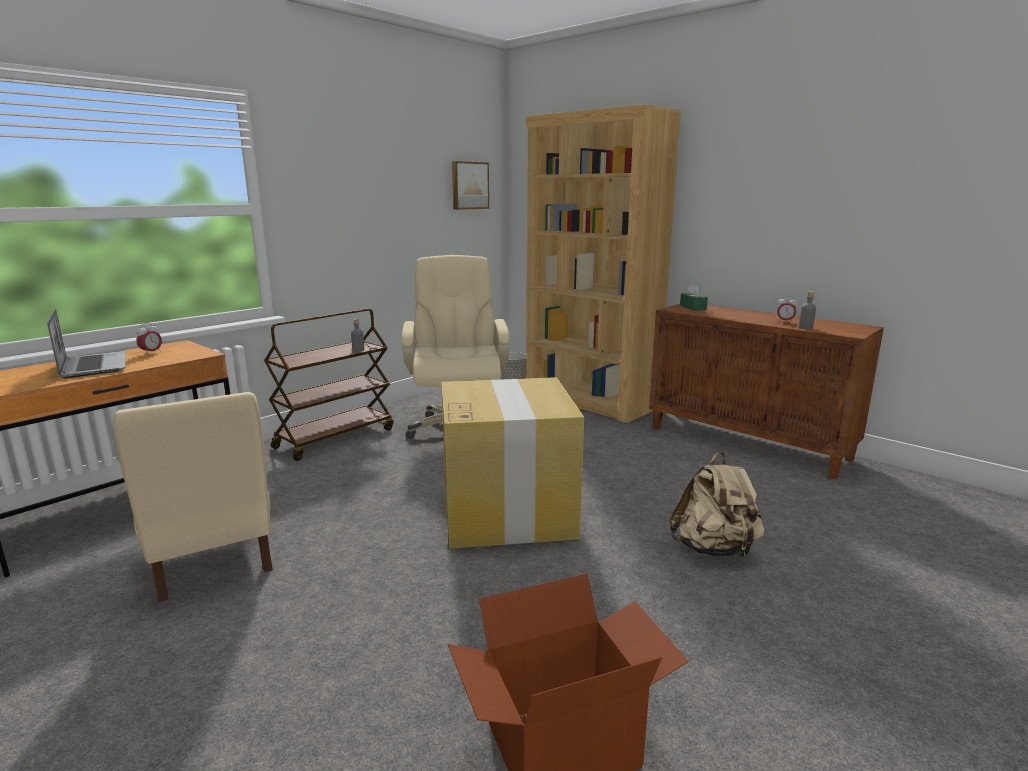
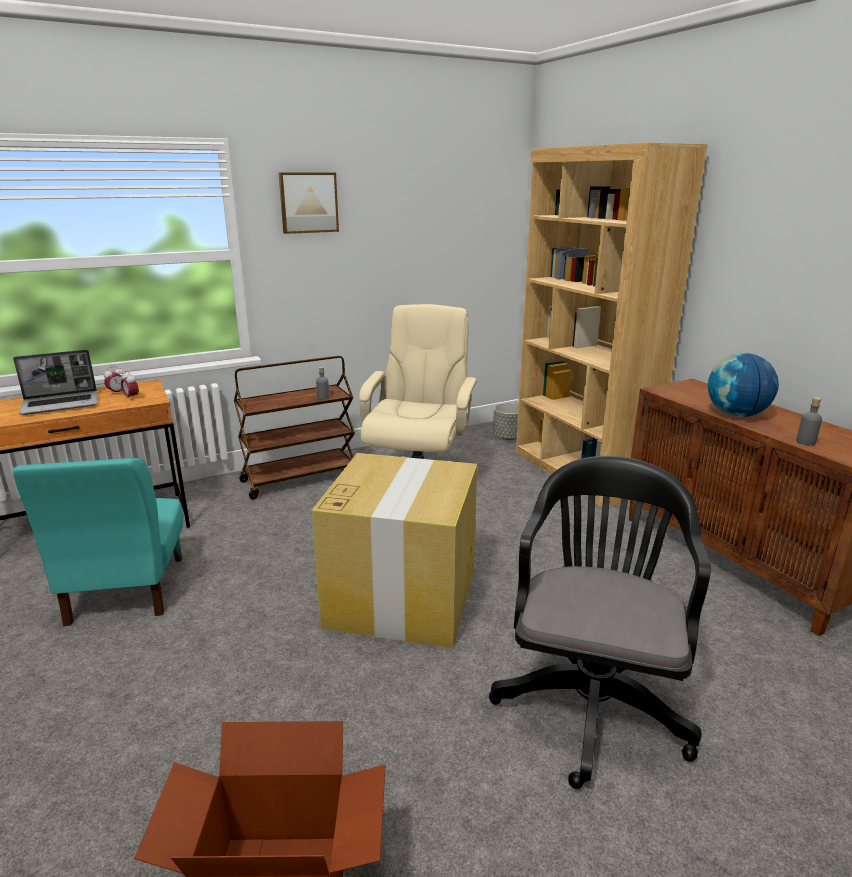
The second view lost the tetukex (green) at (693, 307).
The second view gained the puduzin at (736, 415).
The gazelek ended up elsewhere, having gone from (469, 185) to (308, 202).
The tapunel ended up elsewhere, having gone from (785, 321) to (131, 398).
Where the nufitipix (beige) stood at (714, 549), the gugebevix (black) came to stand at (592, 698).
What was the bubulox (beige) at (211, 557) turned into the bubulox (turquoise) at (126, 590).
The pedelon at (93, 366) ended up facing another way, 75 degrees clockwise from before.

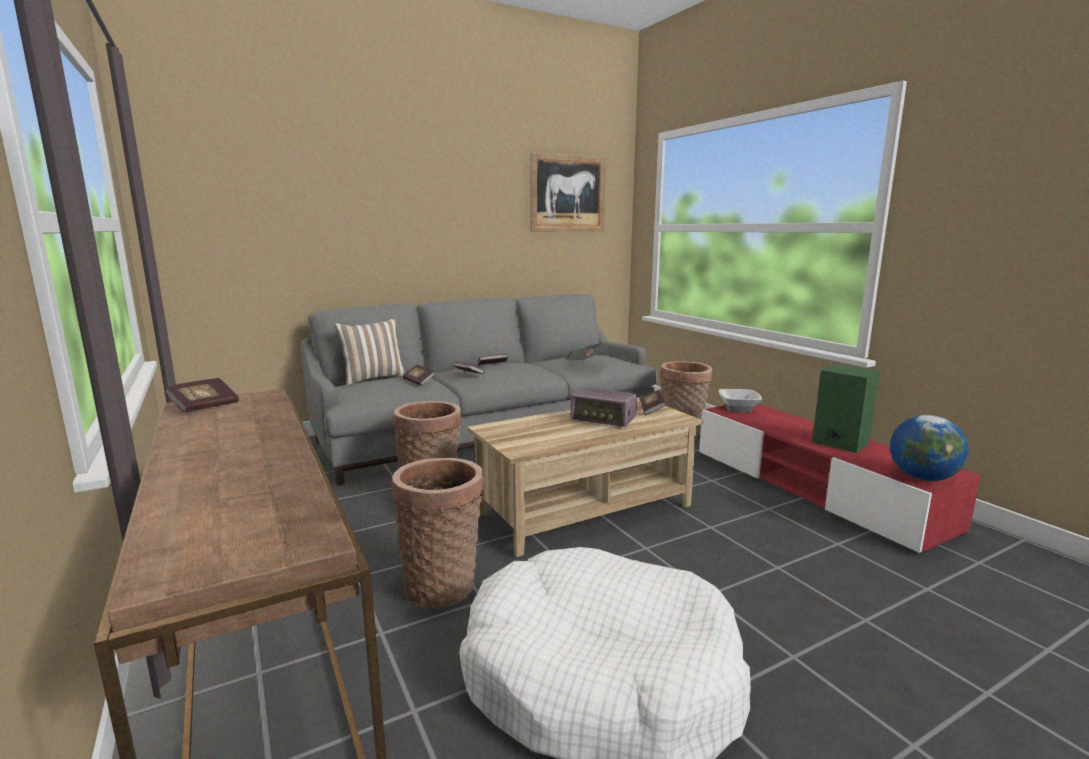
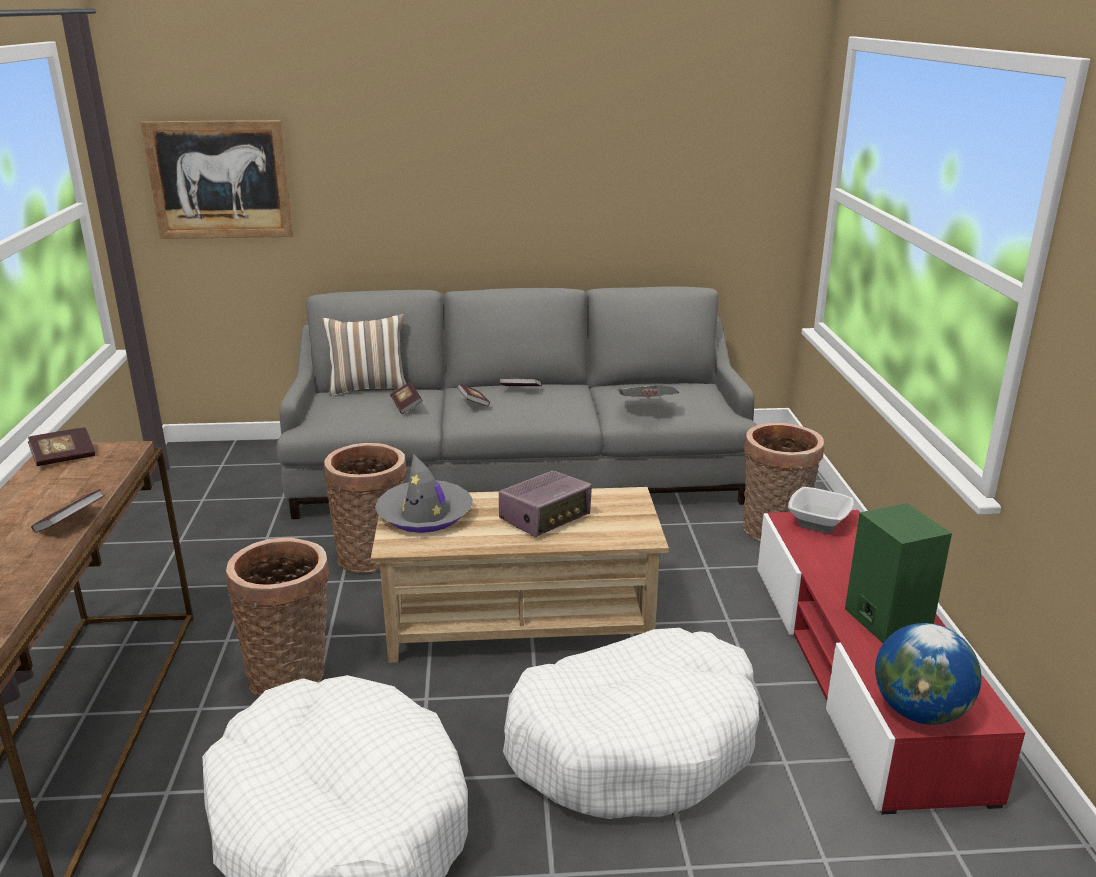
The second view gained the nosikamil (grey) at (425, 515).
The second view gained the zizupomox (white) at (634, 743).
The gazelek ended up elsewhere, having gone from (567, 193) to (220, 180).
The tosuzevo ended up elsewhere, having gone from (651, 410) to (71, 523).
The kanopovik at (604, 419) ended up facing another way, 90 degrees counterclockwise from before.

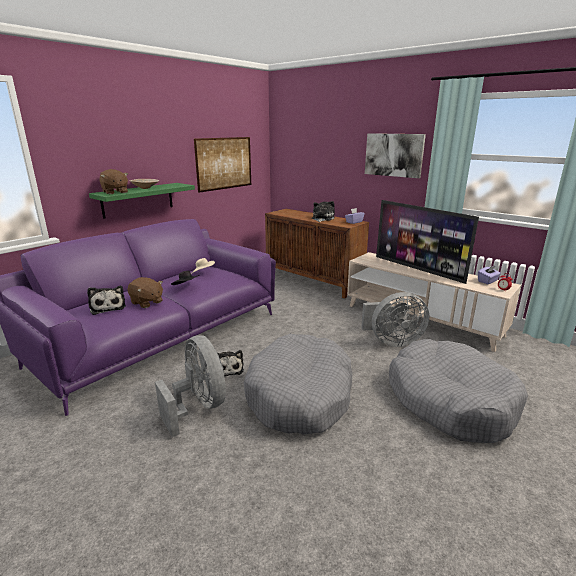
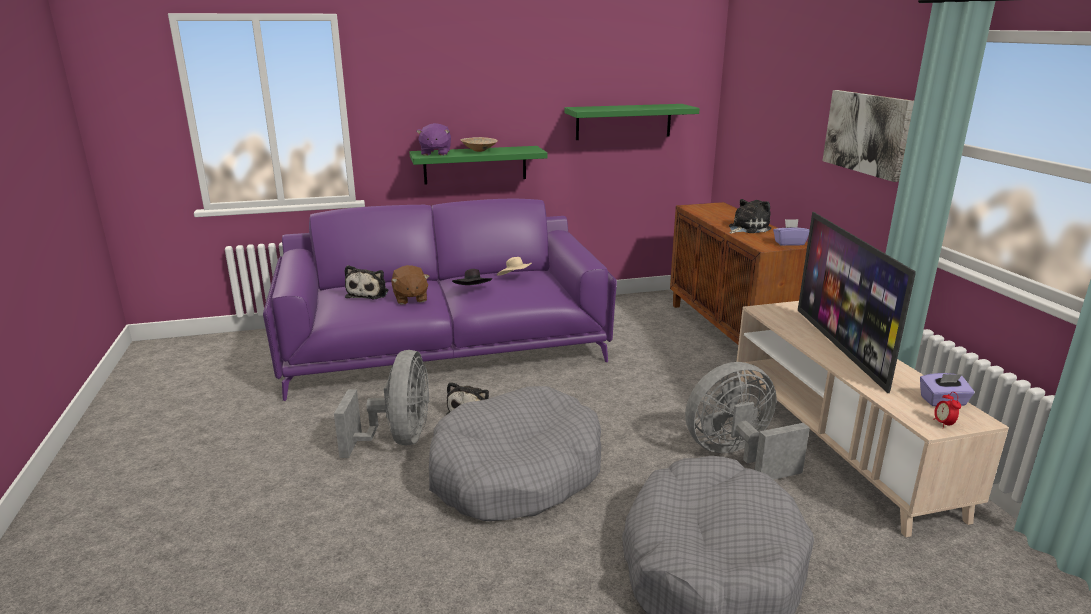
Where the gazelek hung at (224, 163), the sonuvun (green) came to hang at (623, 121).
What was the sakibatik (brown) at (115, 192) turned into the sakibatik (purple) at (435, 153).
The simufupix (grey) at (392, 341) ended up facing another way, 135 degrees clockwise from before.

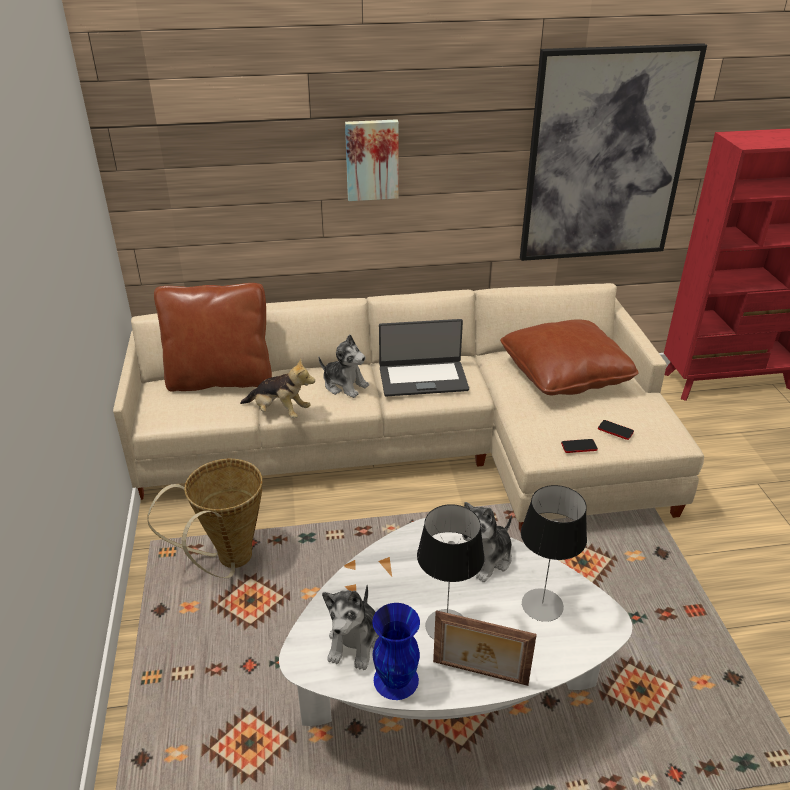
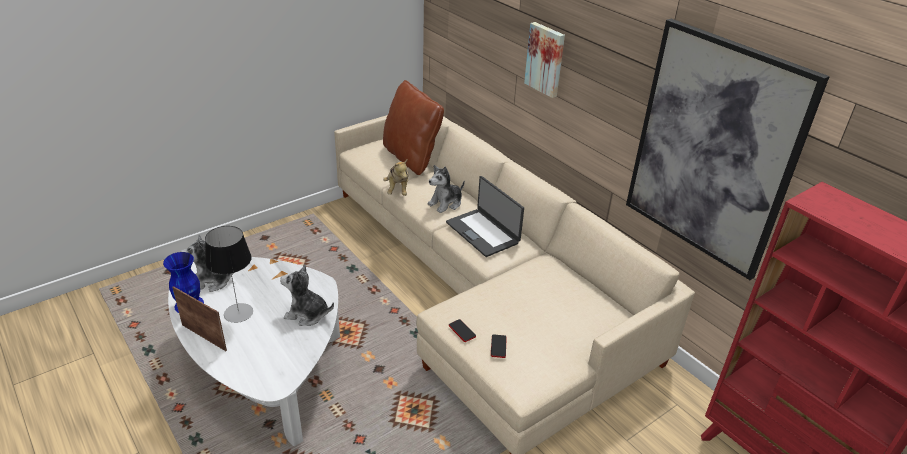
The second view lost the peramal at (228, 562).
The second view lost the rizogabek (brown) at (565, 374).
The second view lost the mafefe at (542, 605).
The sakibatik at (344, 385) ended up facing another way, 45 degrees clockwise from before.
The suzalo at (479, 674) ended up facing another way, 135 degrees clockwise from before.

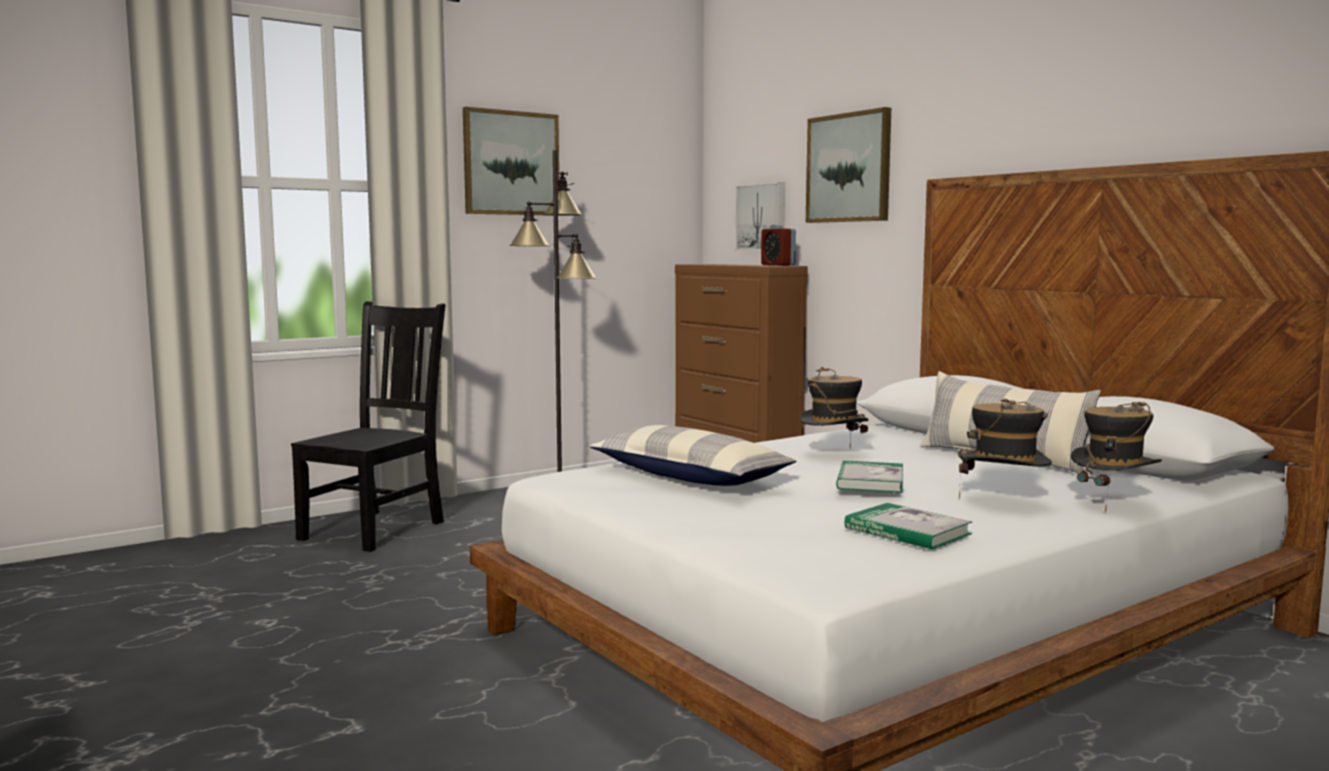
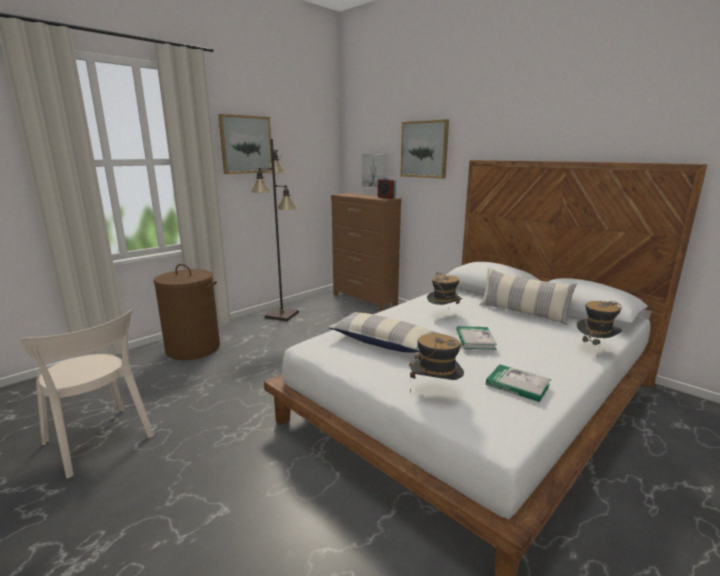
The second view gained the bubulox (beige) at (100, 442).
The nosikamil ended up elsewhere, having gone from (1002, 500) to (435, 392).
Where the bubulox (black) stood at (376, 529), the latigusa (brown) came to stand at (193, 348).

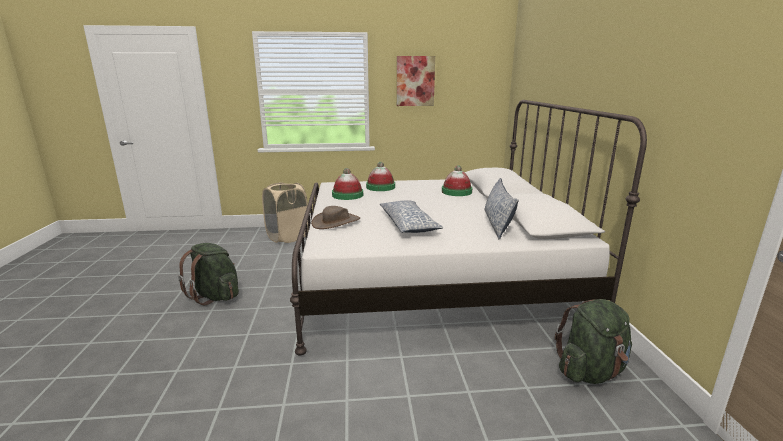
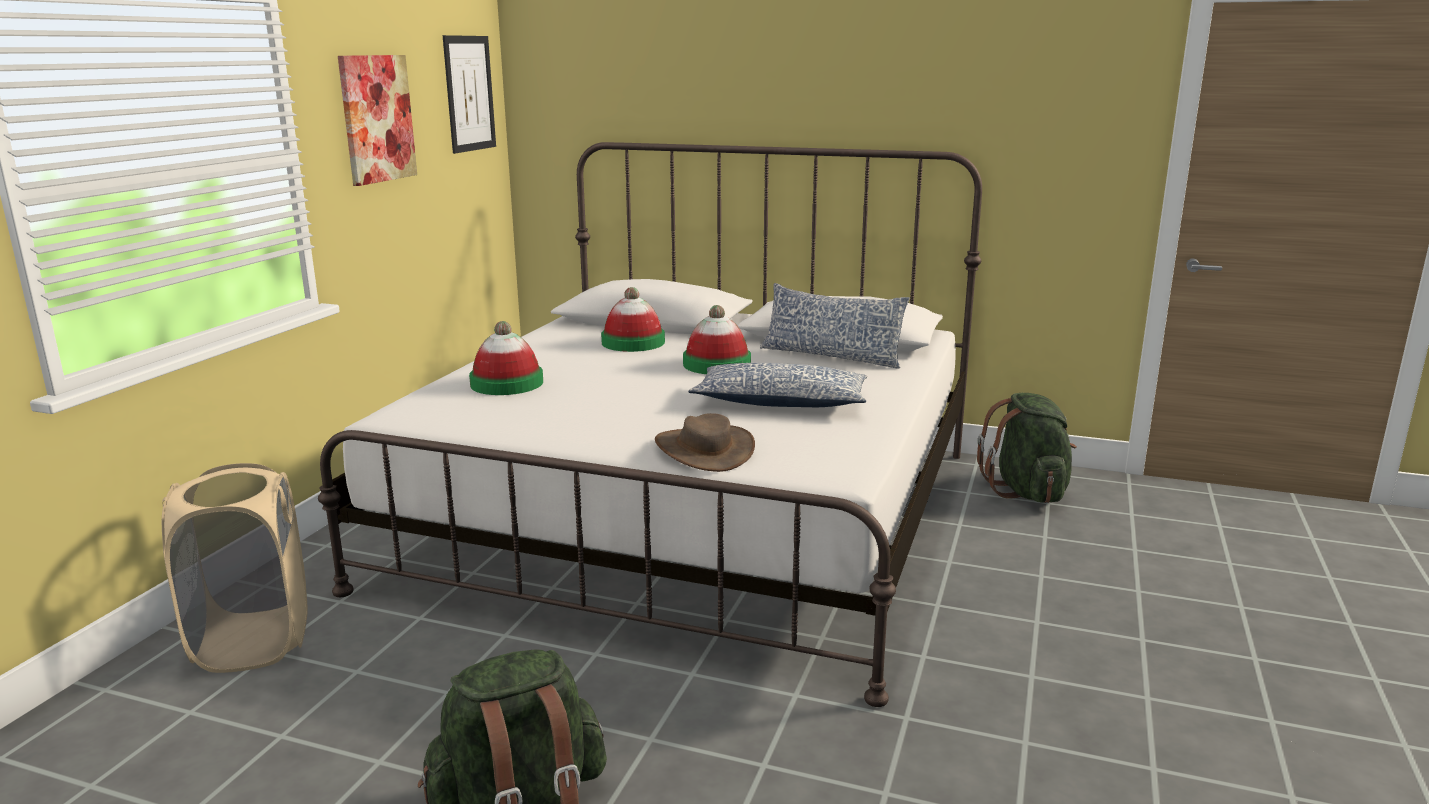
The second view gained the gazelek at (469, 93).
The nosikamil ended up elsewhere, having gone from (347, 195) to (717, 364).

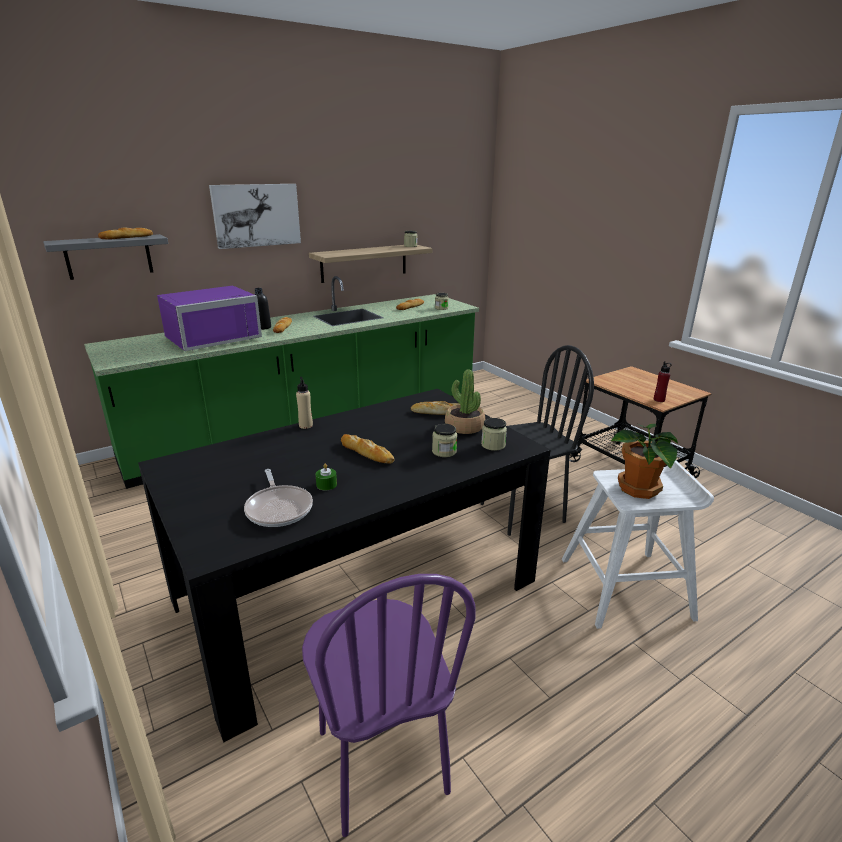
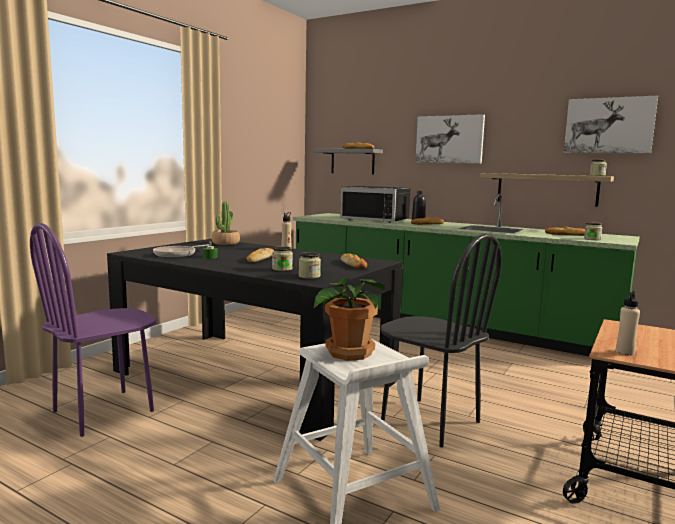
The second view gained the gazelek at (609, 125).
The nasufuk ended up elsewhere, having gone from (464, 427) to (225, 243).
What was the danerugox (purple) at (212, 337) turned into the danerugox (black) at (377, 220).
What was the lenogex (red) at (659, 400) turned into the lenogex (beige) at (624, 352).

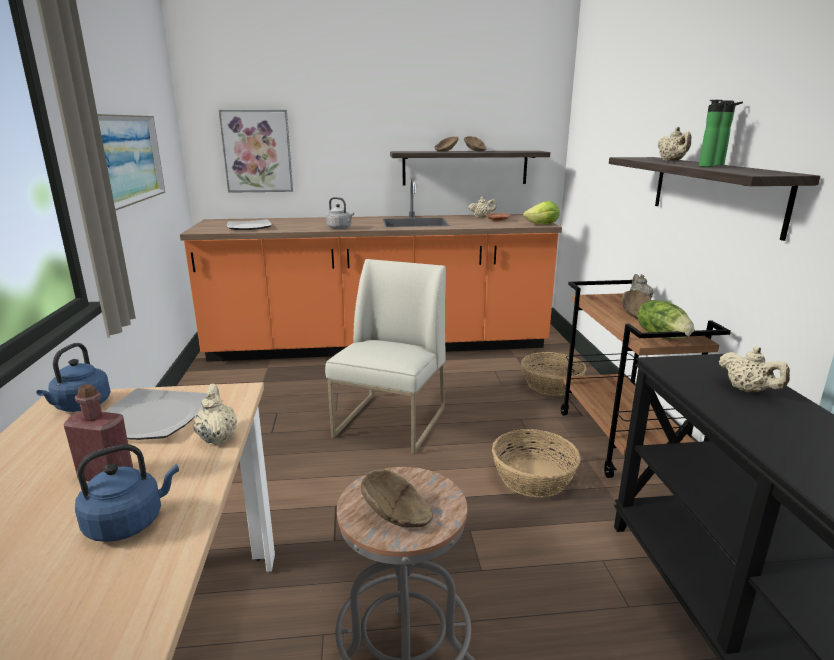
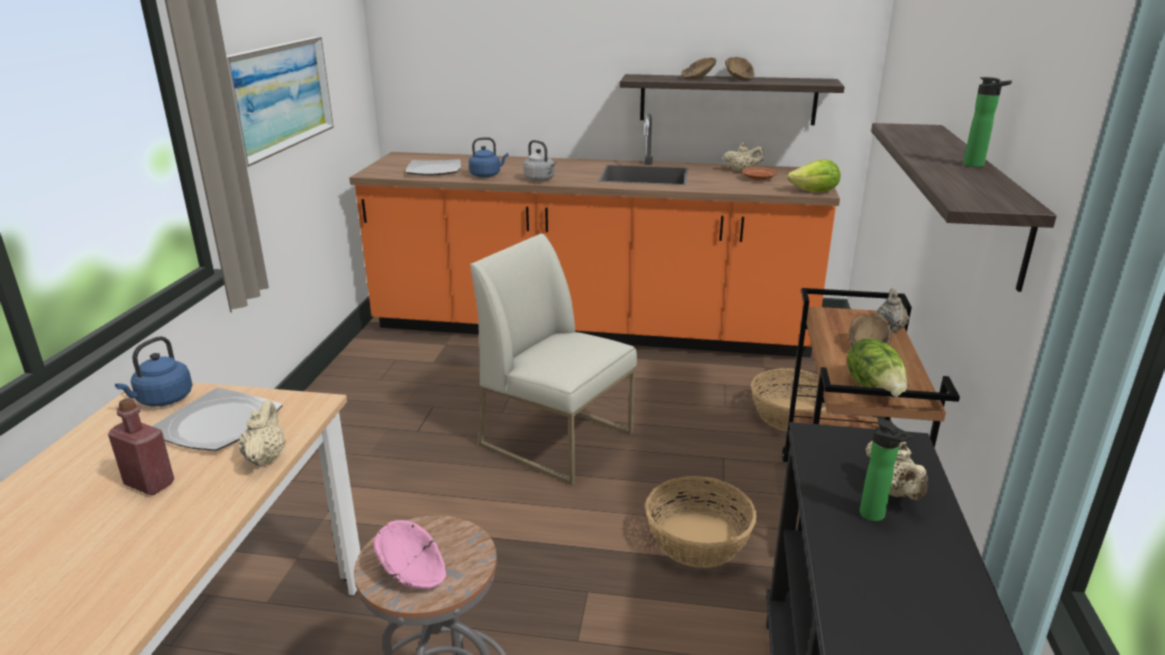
The second view lost the gazelek at (257, 151).
The second view lost the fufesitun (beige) at (672, 161).
The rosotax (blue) ended up elsewhere, having gone from (129, 523) to (487, 175).
The lenogex ended up elsewhere, having gone from (709, 166) to (875, 516).
What was the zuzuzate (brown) at (397, 517) turned into the zuzuzate (pink) at (412, 574).
The bubulox (white) at (391, 423) ended up facing another way, 90 degrees counterclockwise from before.

